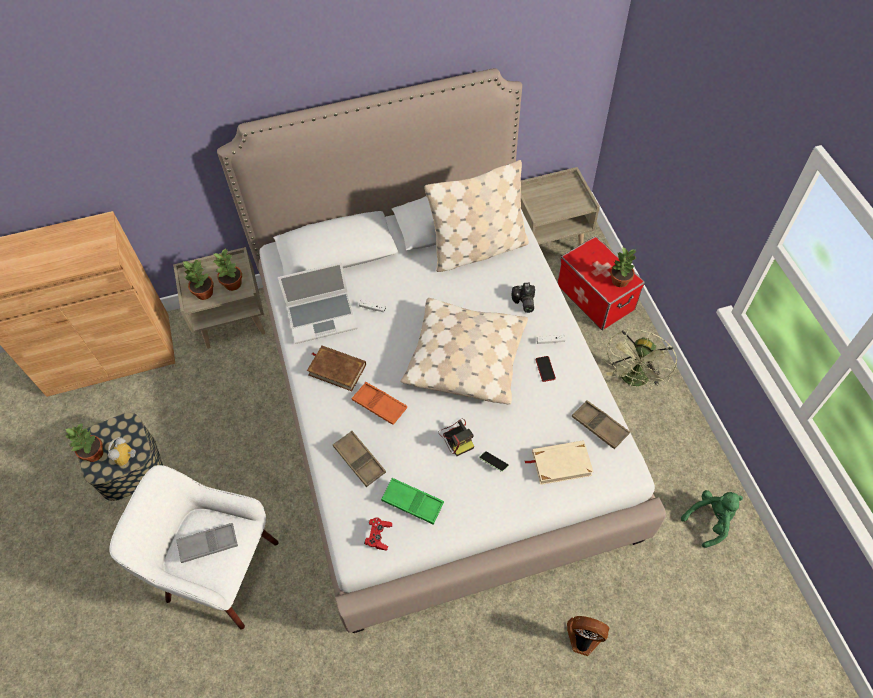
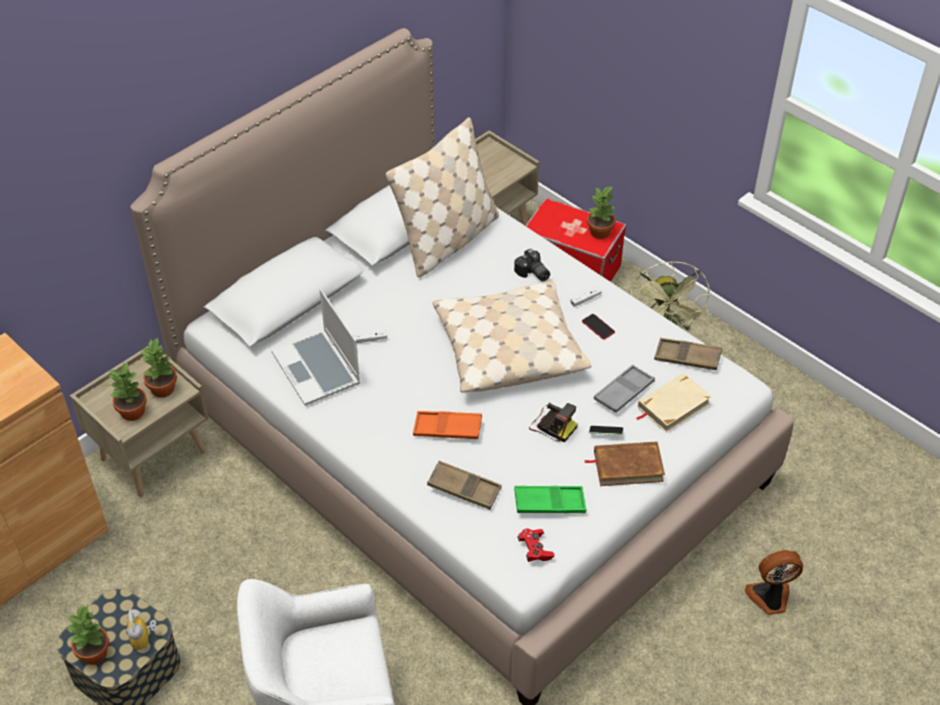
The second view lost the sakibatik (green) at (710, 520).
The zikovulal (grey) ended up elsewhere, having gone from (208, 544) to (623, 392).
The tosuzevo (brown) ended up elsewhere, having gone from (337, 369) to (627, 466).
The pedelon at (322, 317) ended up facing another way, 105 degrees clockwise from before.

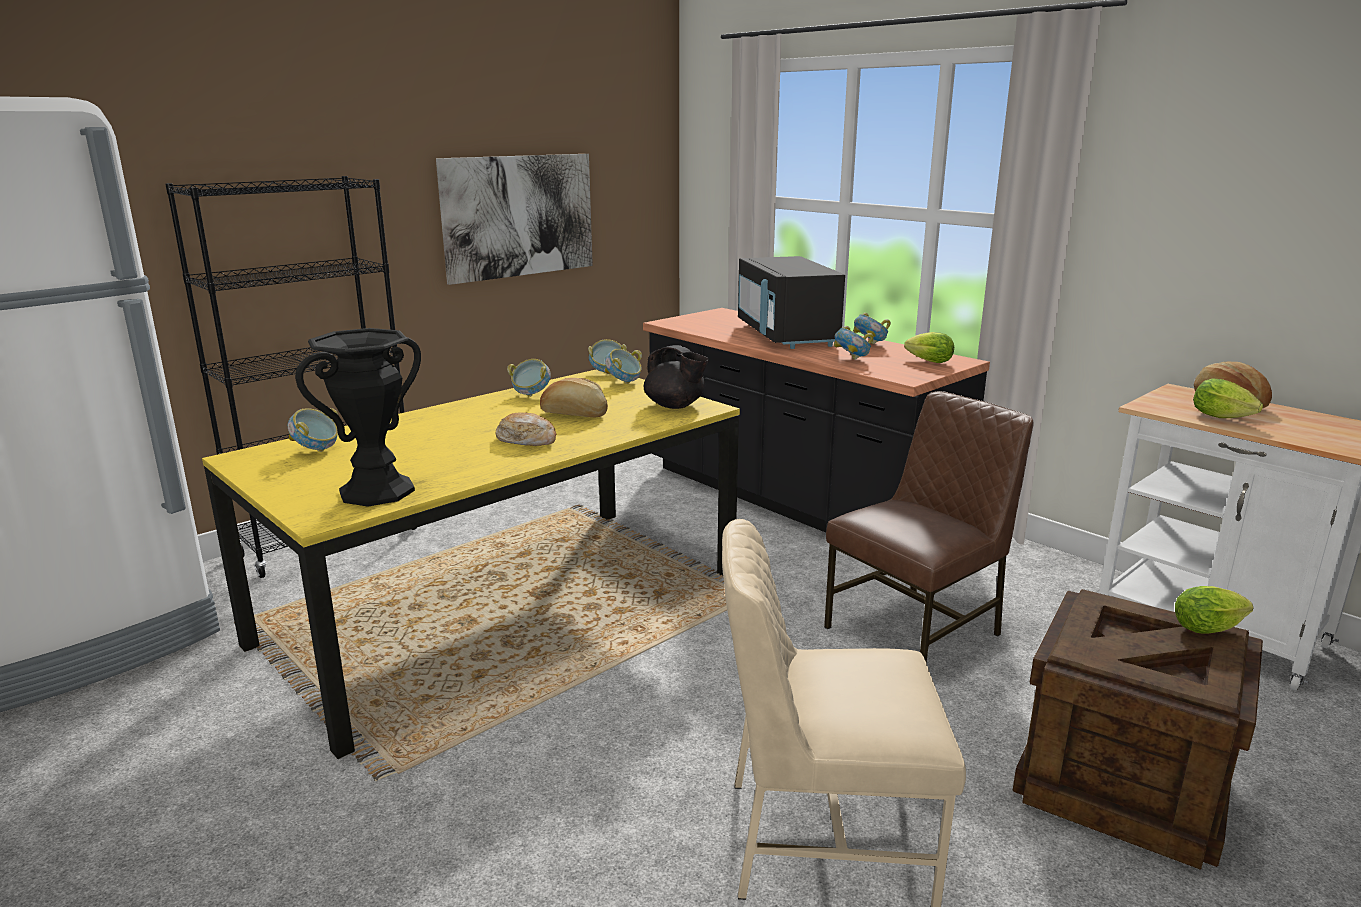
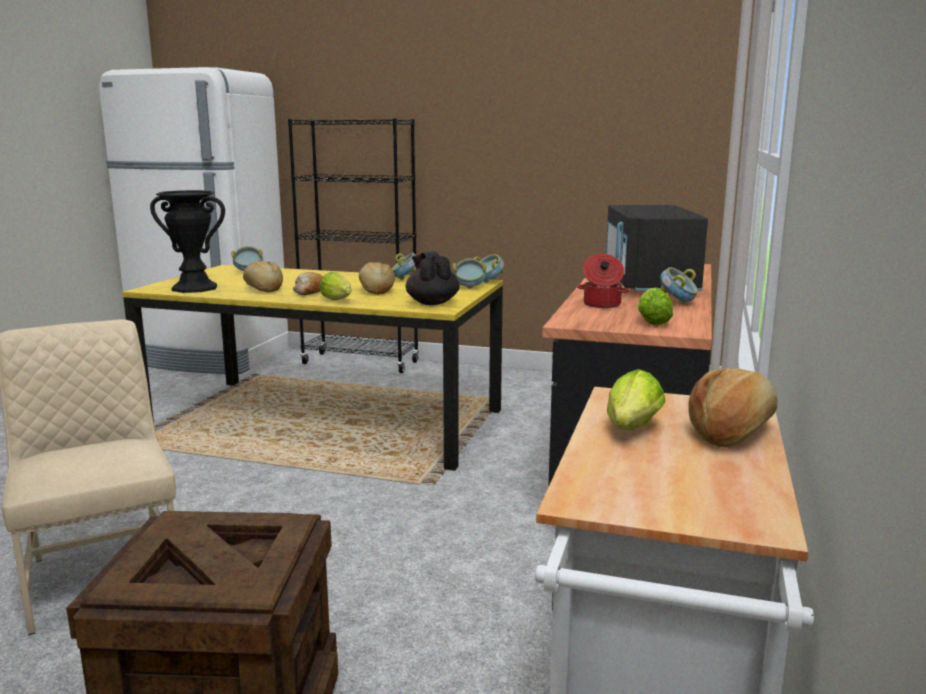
The second view lost the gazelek at (519, 216).
The second view lost the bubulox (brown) at (917, 631).
The second view gained the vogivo at (263, 289).
The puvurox ended up elsewhere, having gone from (1210, 629) to (338, 300).
Where the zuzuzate stood at (851, 360), the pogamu came to stand at (601, 305).
The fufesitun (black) at (675, 406) ended up facing another way, 150 degrees clockwise from before.
The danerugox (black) at (786, 335) ended up facing another way, 45 degrees counterclockwise from before.

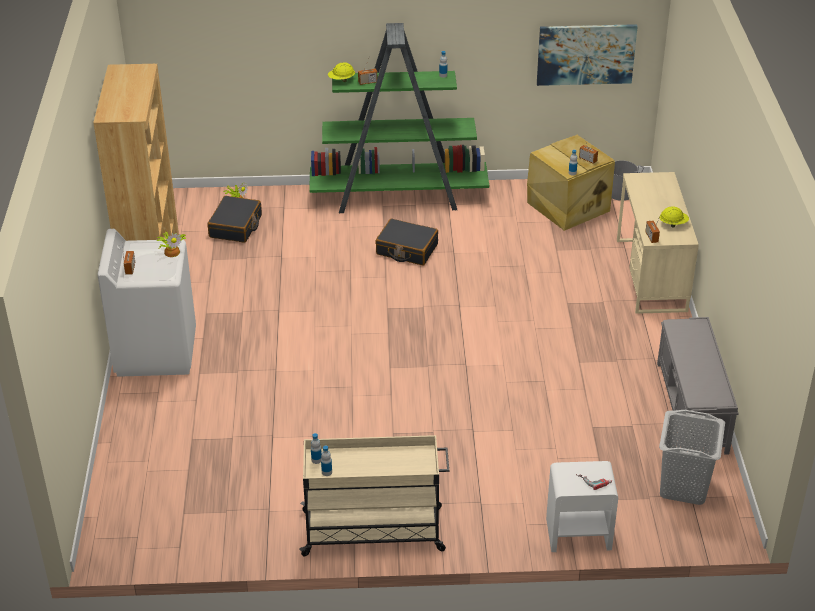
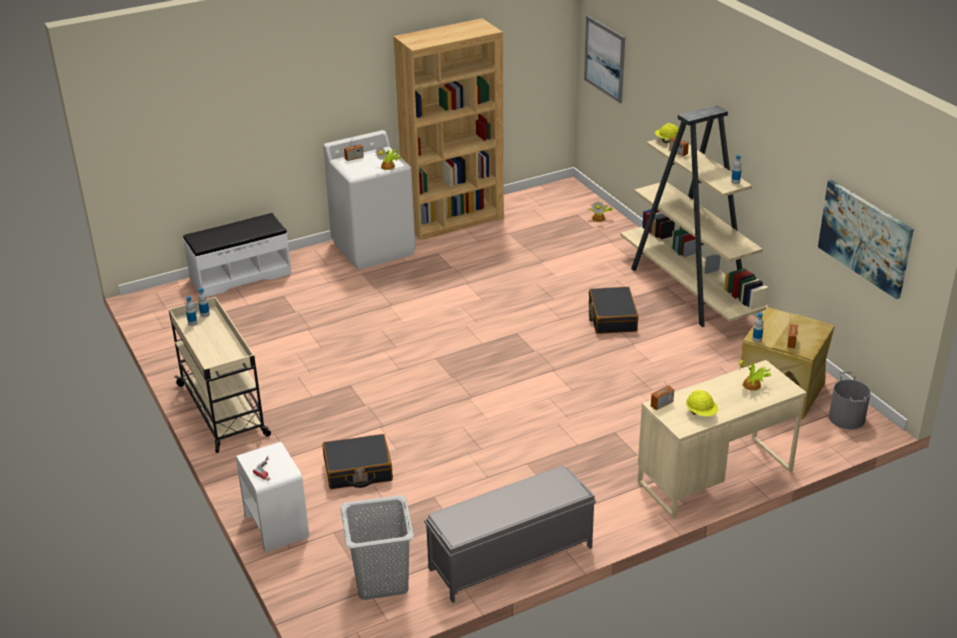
The second view gained the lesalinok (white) at (240, 276).
The second view gained the gazelek at (604, 59).
The second view gained the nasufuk at (752, 385).
The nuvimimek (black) ended up elsewhere, having gone from (236, 226) to (358, 470).
What was the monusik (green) at (399, 197) turned into the monusik (beige) at (689, 291).

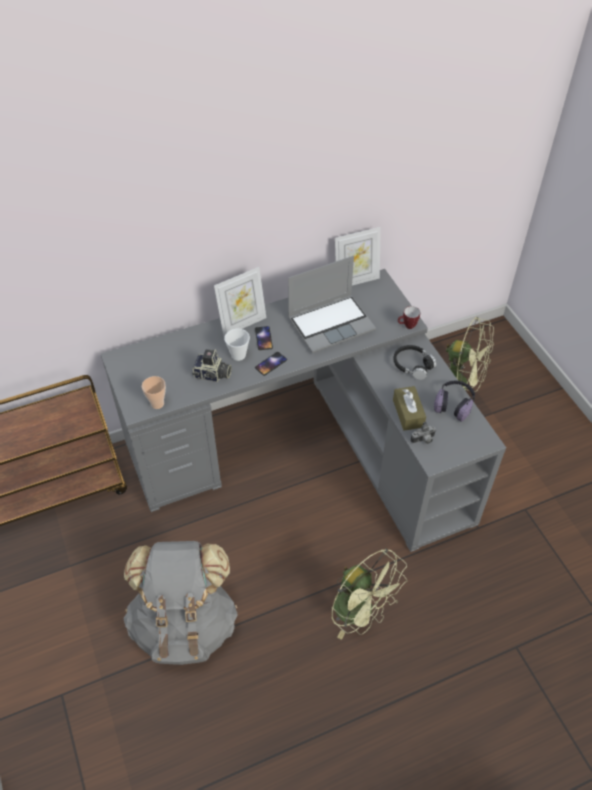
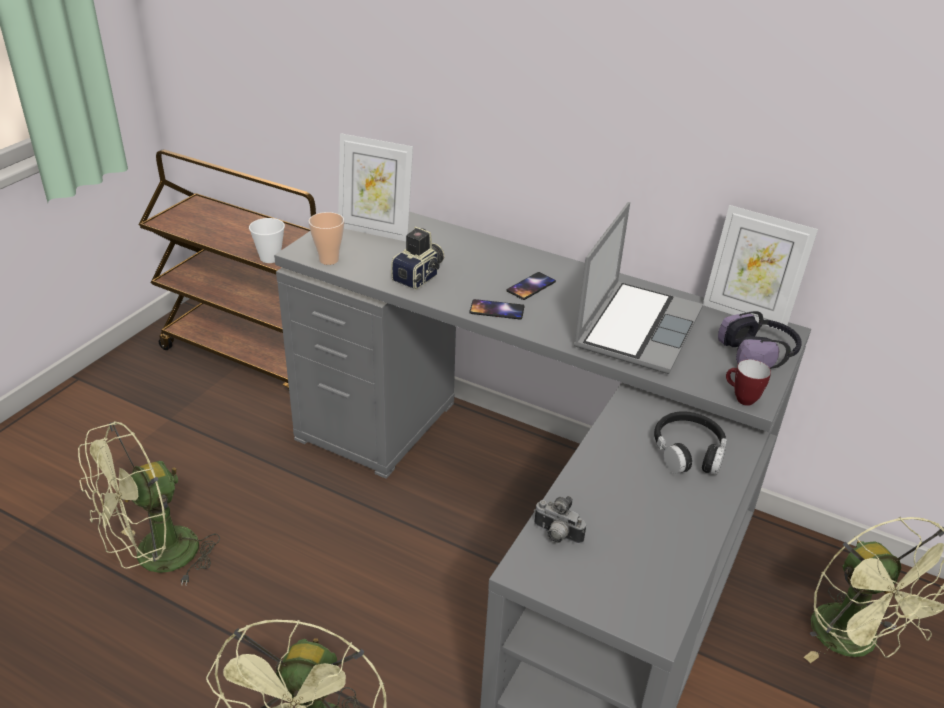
The second view lost the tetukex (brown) at (408, 413).
The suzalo ended up elsewhere, having gone from (242, 324) to (375, 230).
The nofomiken ended up elsewhere, having gone from (238, 355) to (270, 258).
The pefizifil ended up elsewhere, having gone from (454, 404) to (759, 354).
Where the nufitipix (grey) stood at (185, 624), the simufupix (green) came to stand at (155, 559).
The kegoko at (212, 375) ended up facing another way, 120 degrees counterclockwise from before.
The pedelon at (331, 324) ended up facing another way, 90 degrees counterclockwise from before.

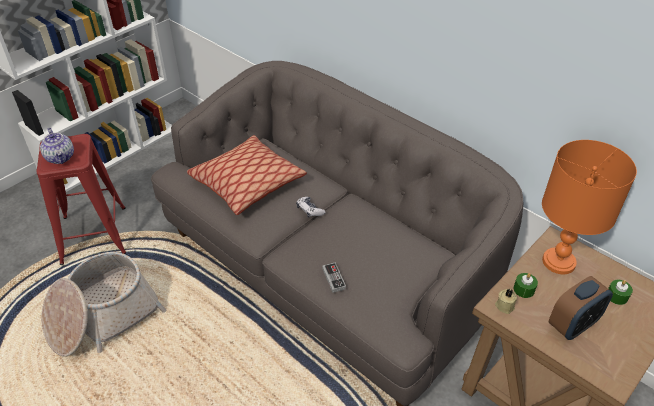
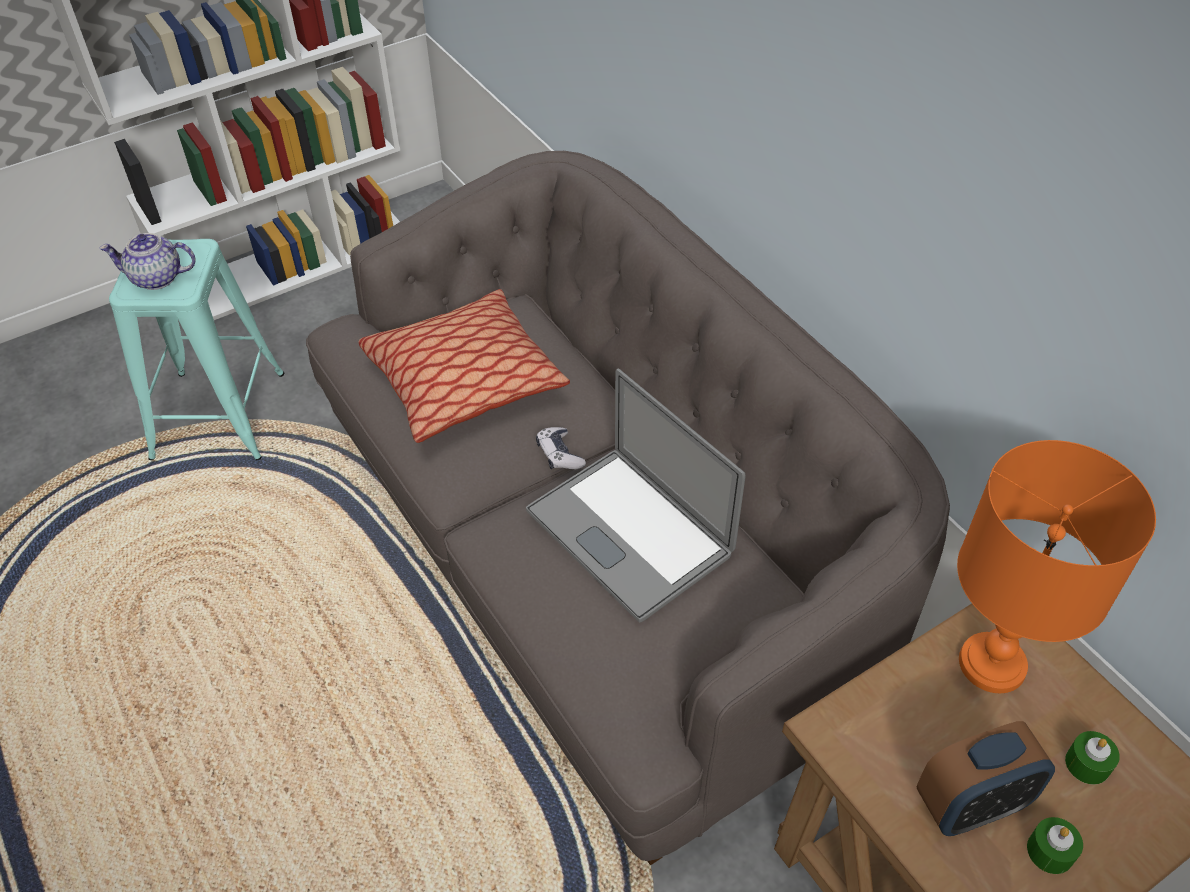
The second view lost the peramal at (102, 316).
The second view lost the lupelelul at (334, 278).
The second view lost the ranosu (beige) at (505, 305).
The second view gained the pedelon at (629, 532).
The ranosu (green) ended up elsewhere, having gone from (524, 289) to (1050, 851).
What was the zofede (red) at (94, 235) turned into the zofede (turquoise) at (219, 415).
The fufesitun at (61, 157) ended up facing another way, 105 degrees clockwise from before.

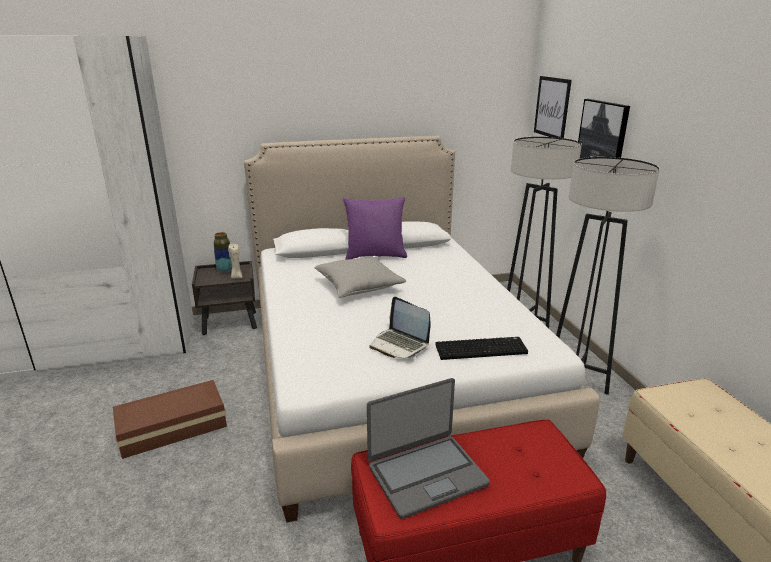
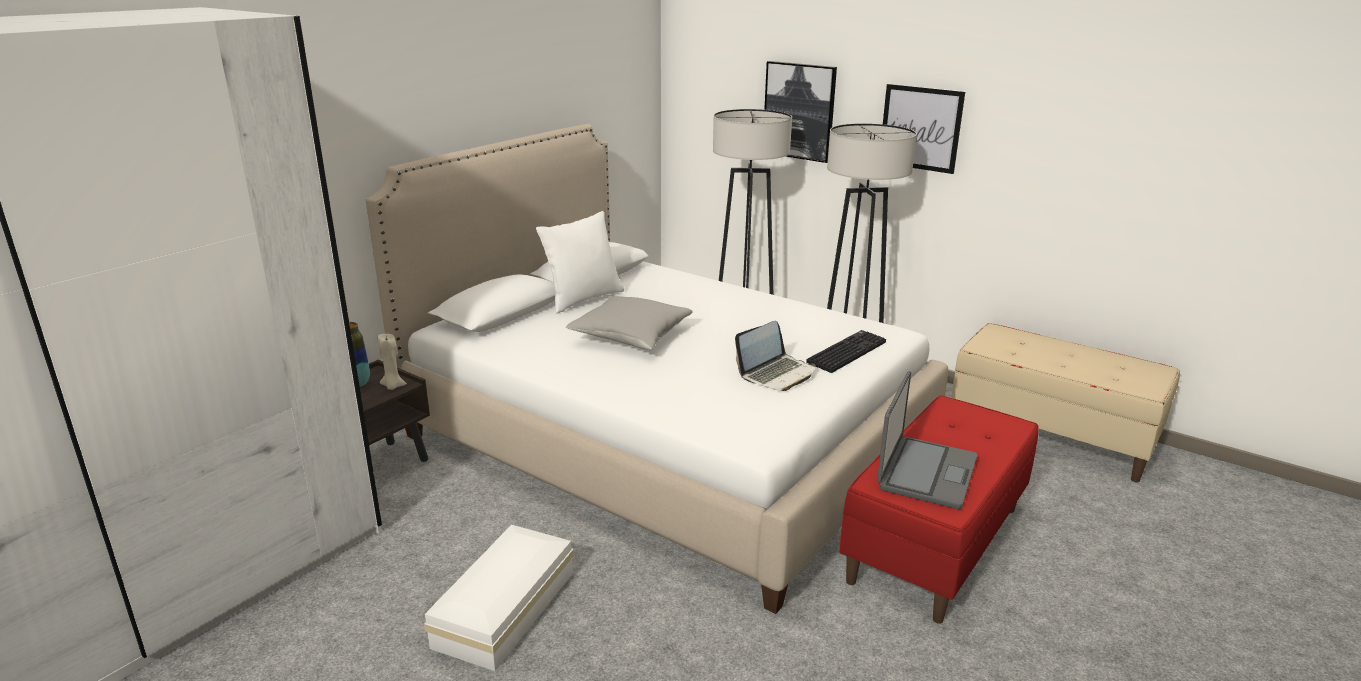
The gazelek ended up elsewhere, having gone from (552, 107) to (920, 128).
What was the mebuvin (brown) at (174, 428) turned into the mebuvin (white) at (508, 607).
What was the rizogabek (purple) at (375, 255) turned into the rizogabek (white) at (583, 299).
The pedelon at (399, 344) ended up facing another way, 45 degrees counterclockwise from before.

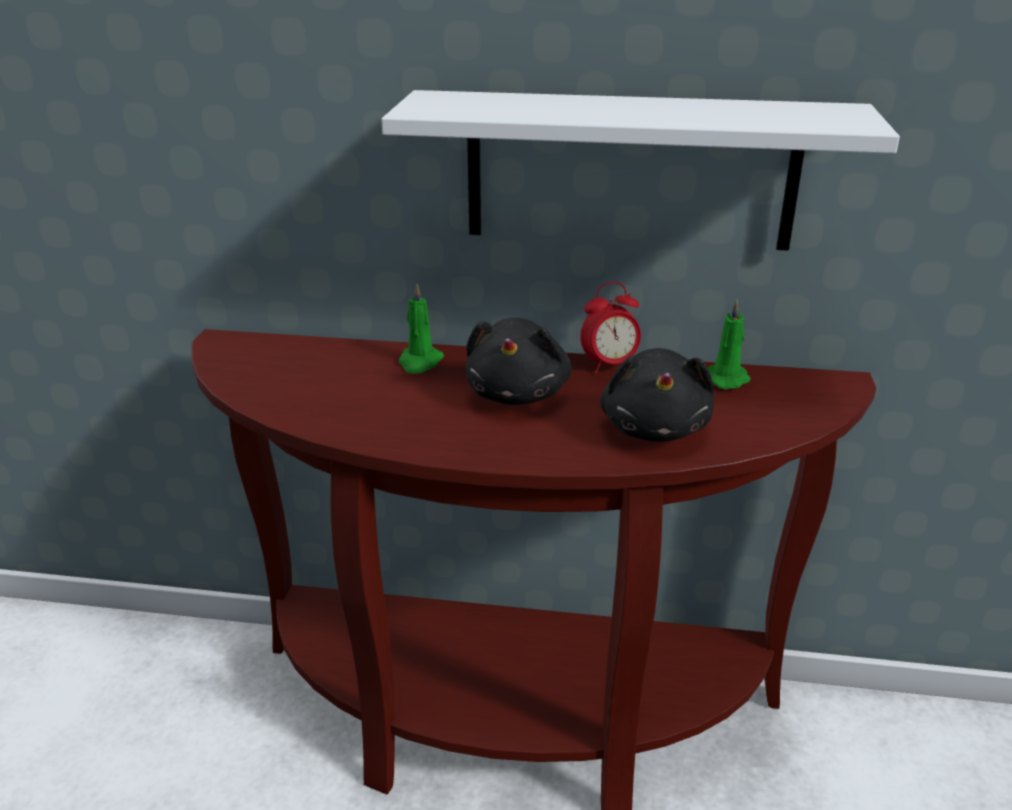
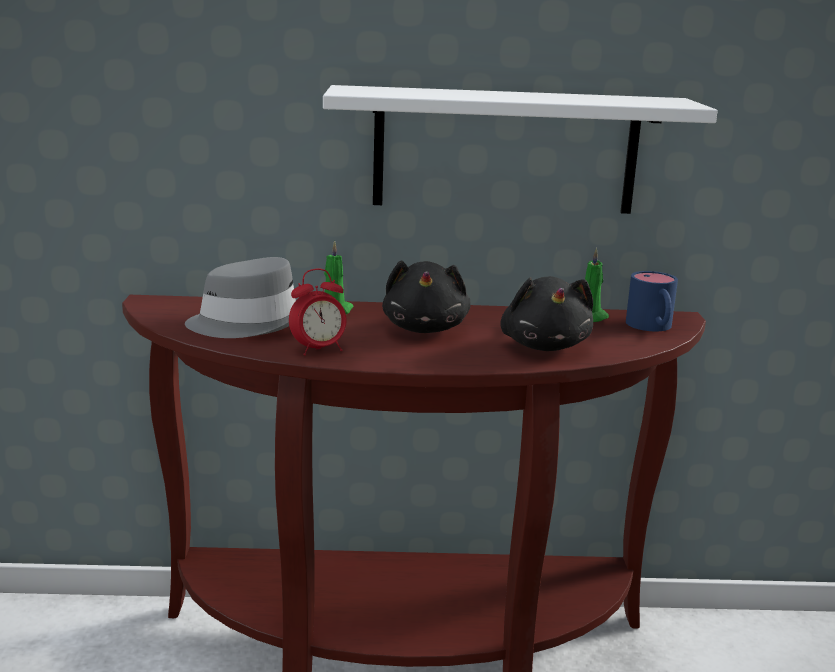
The second view gained the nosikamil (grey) at (249, 322).
The second view gained the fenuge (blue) at (652, 327).
The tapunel ended up elsewhere, having gone from (610, 365) to (318, 350).

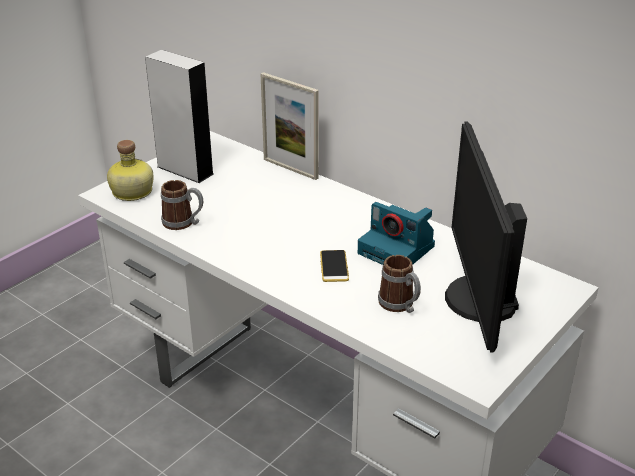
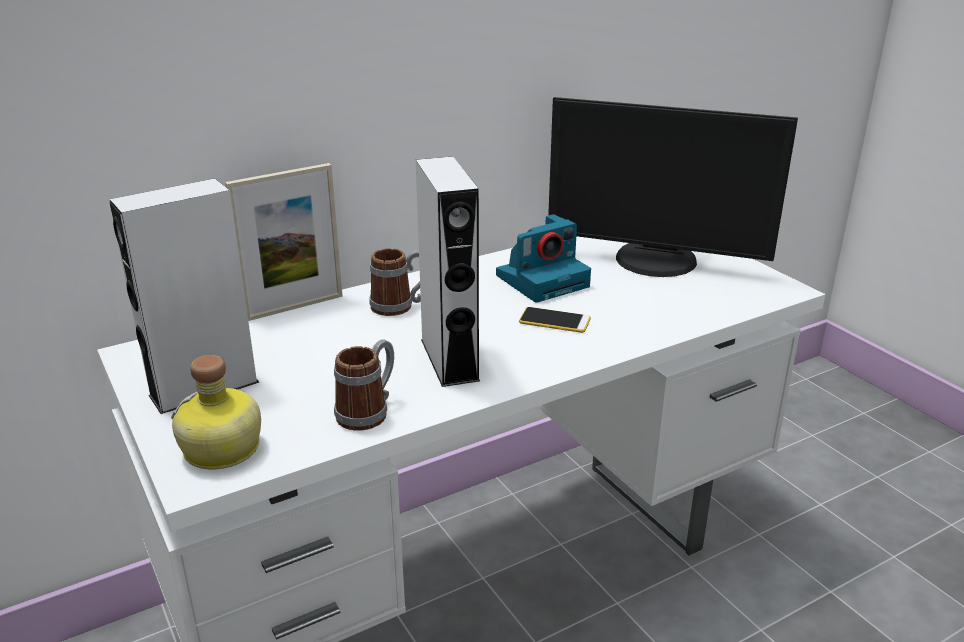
The second view gained the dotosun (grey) at (449, 359).
The fenuge ended up elsewhere, having gone from (400, 305) to (400, 306).

